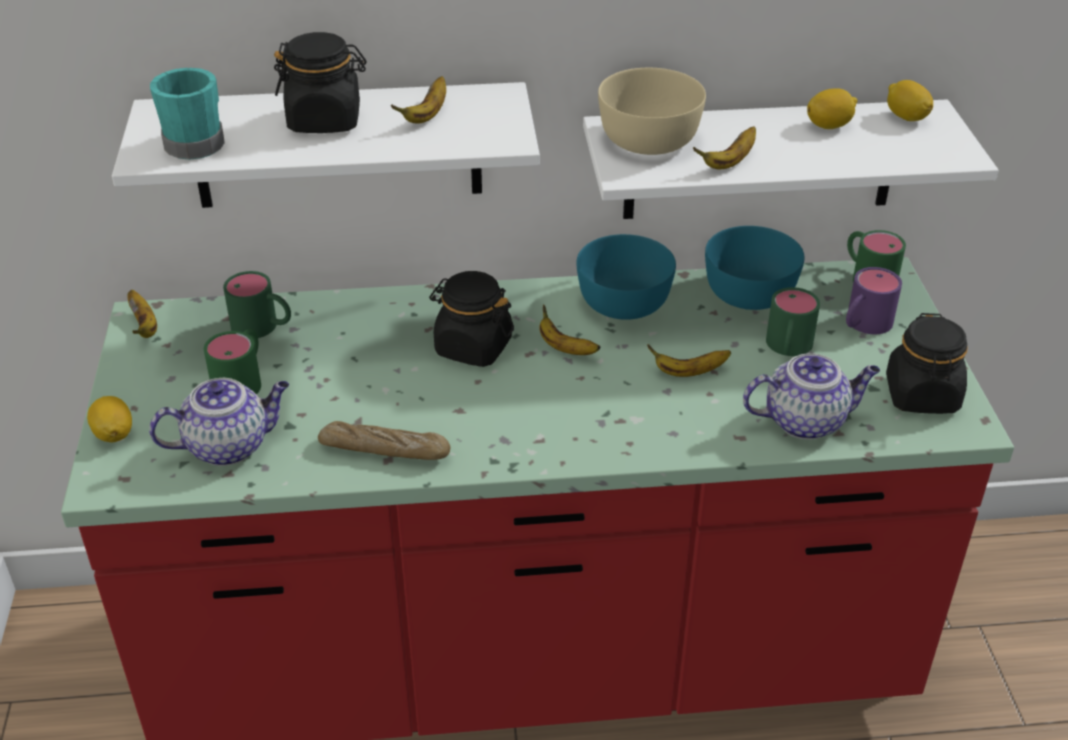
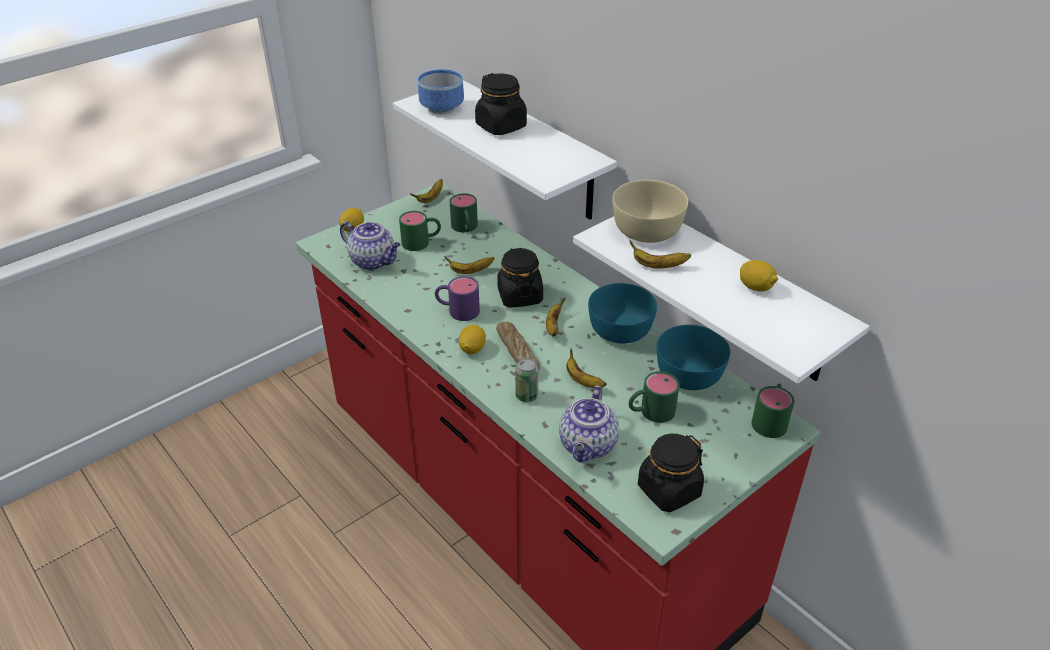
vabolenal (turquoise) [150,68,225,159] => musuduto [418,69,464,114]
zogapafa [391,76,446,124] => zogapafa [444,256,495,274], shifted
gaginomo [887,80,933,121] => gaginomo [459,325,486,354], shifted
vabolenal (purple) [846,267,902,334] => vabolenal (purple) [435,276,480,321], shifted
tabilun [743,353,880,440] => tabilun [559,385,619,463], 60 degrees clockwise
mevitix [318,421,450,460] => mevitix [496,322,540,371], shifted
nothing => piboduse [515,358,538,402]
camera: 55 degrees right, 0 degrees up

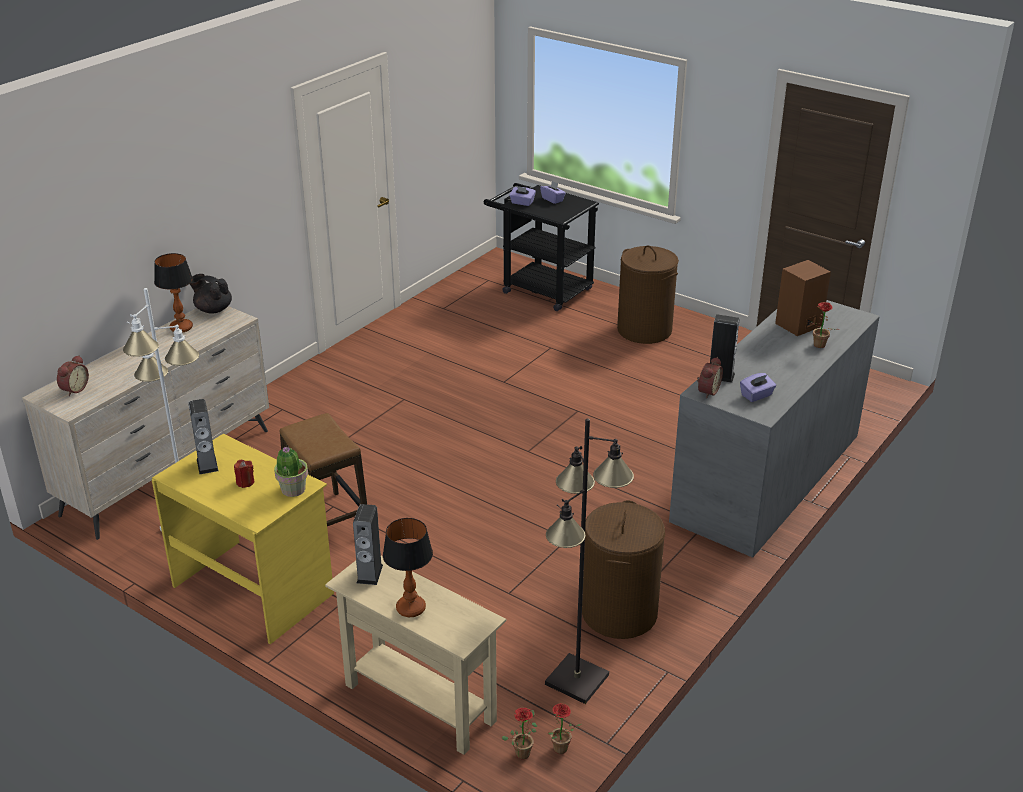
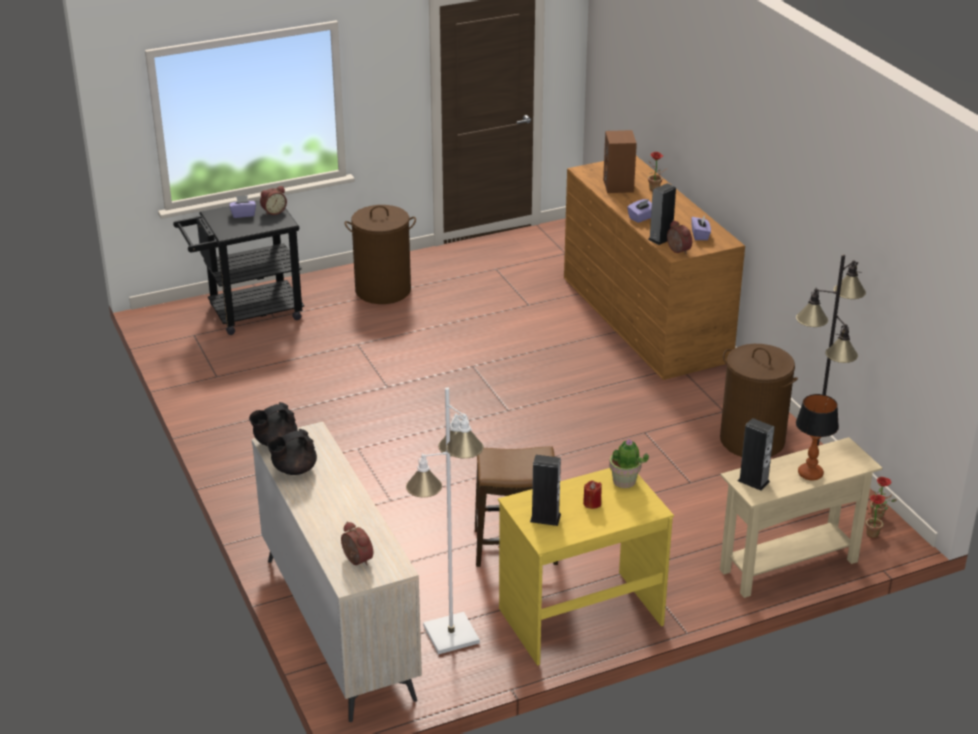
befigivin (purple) [509,186,536,206] => befigivin (purple) [627,199,652,223], shifted
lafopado [154,253,193,333] => tabilun (black) [267,429,317,475]
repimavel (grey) [669,300,880,558] => repimavel (brown) [564,156,745,380]
nothing => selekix [260,186,287,216]
camera: 60 degrees left, 0 degrees up

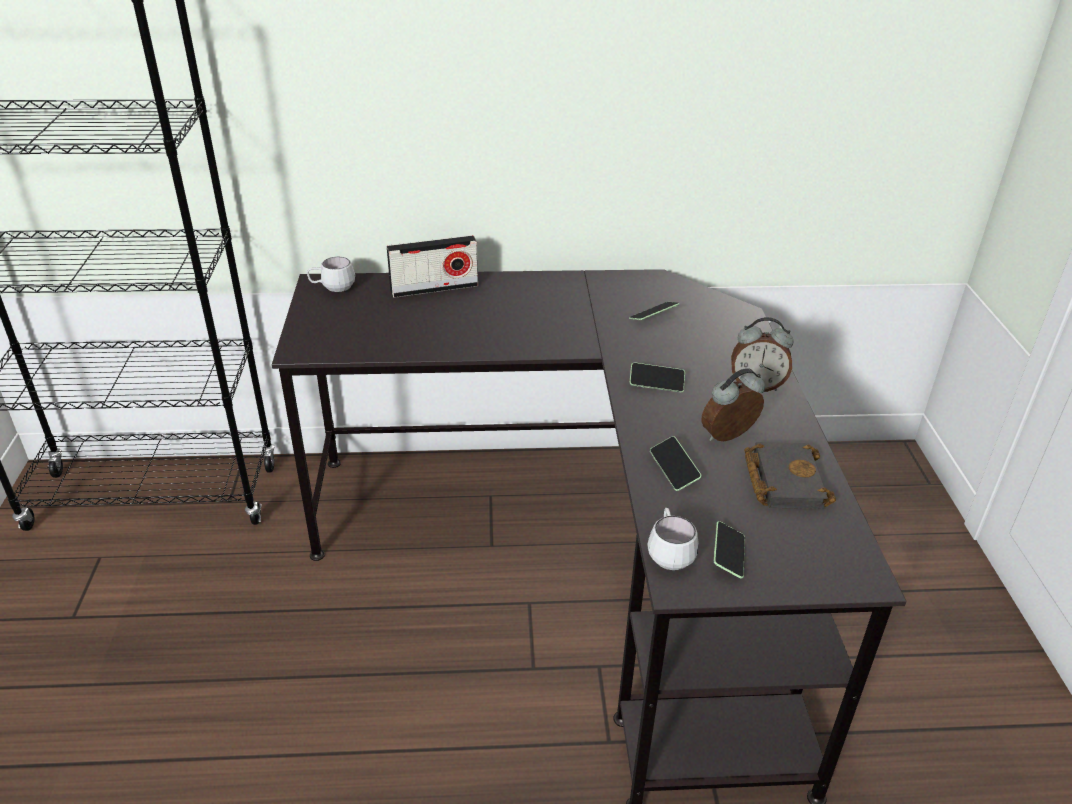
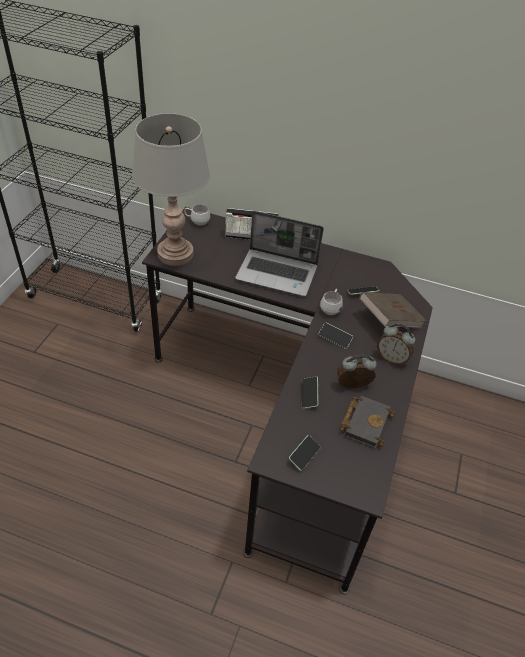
vabolenal (white) [647,508,699,570] => vabolenal (white) [320,289,343,315], shifted
nothing => lafopado (grey) [132,113,210,266]
nothing => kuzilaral [235,211,324,297]
nothing => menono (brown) [359,292,426,328]
camera: 20 degrees right, 10 degrees up

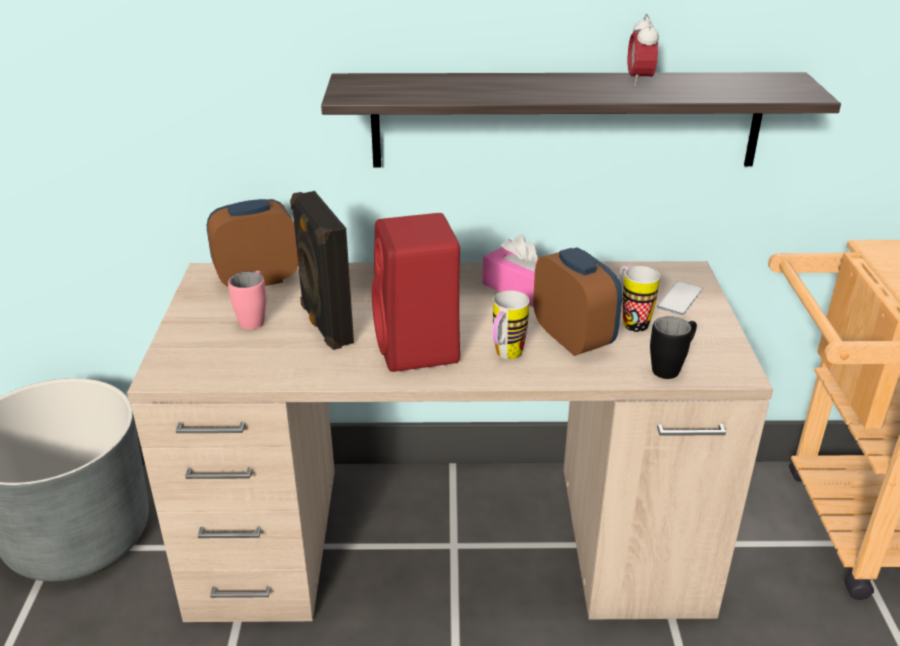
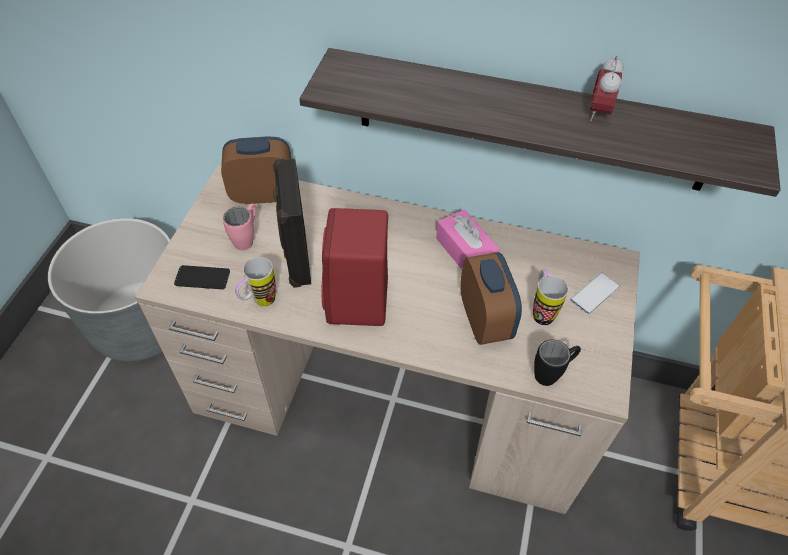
vabolenal [493,291,529,359] => vabolenal [235,257,276,307], shifted
nothing => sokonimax [174,265,230,289]
camera: 15 degrees right, 20 degrees up

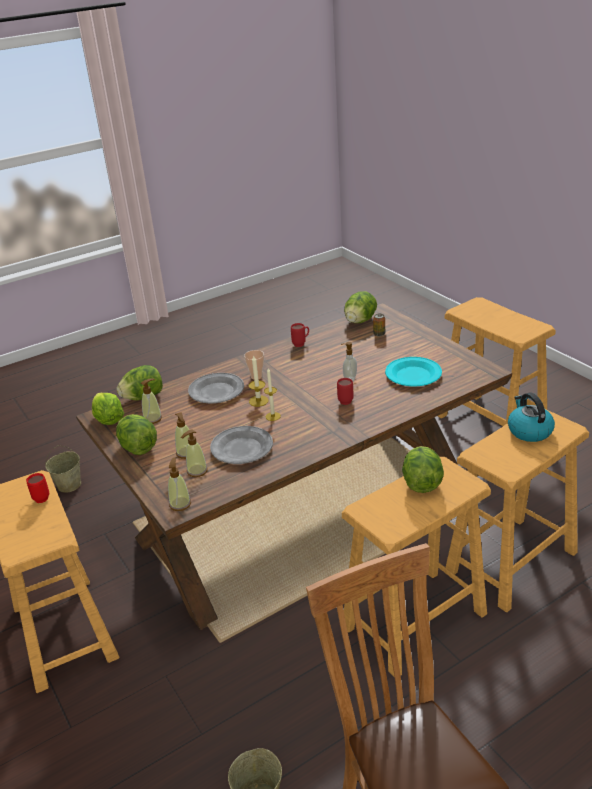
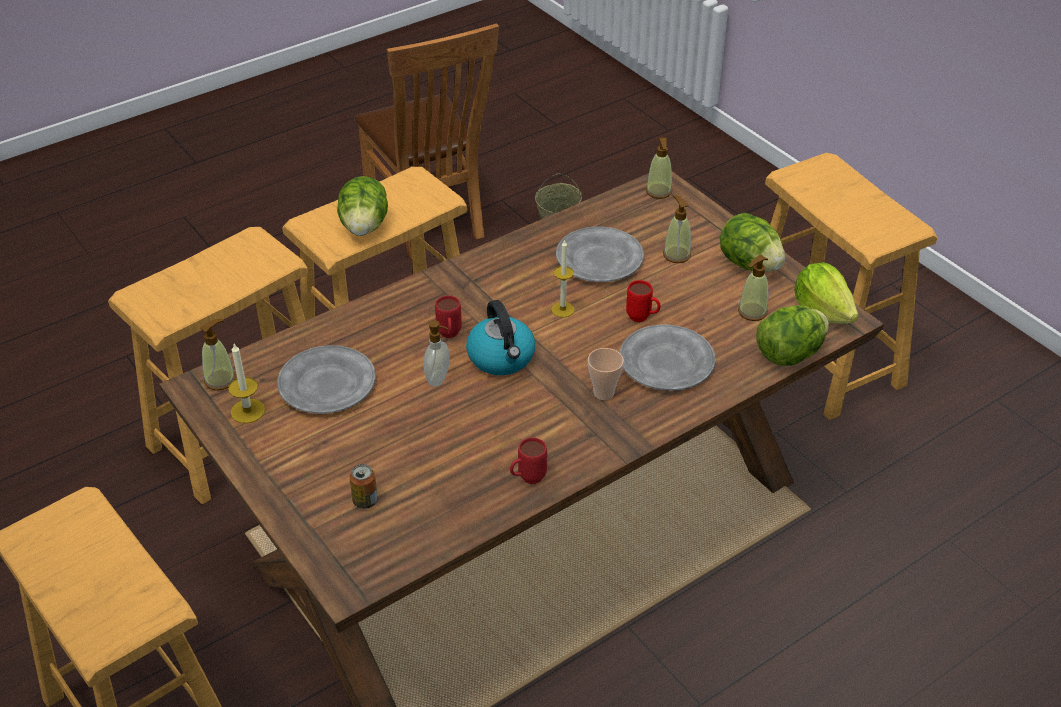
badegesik [344,291,377,323] => nothing
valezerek [249,356,269,407] => valezerek [228,344,265,423], shifted
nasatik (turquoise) [385,357,442,386] => nasatik (grey) [277,345,376,414]
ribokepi [508,392,555,442] => ribokepi [466,300,535,375], shifted
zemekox [181,429,208,477] => zemekox [200,319,236,390], shifted
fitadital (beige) [45,445,81,493] => nothing
vabolenal (red) [26,473,49,503] => vabolenal (red) [626,280,661,322], shifted
camera: 175 degrees right, 10 degrees up

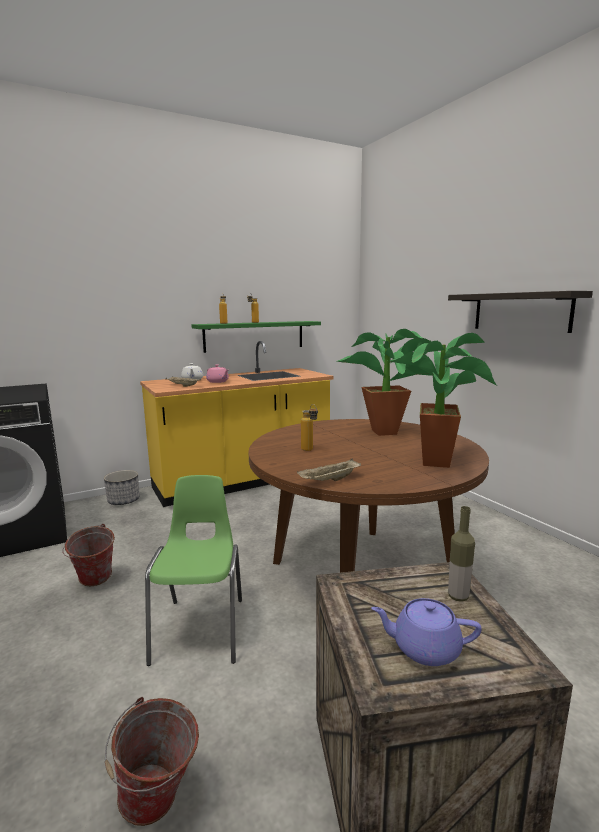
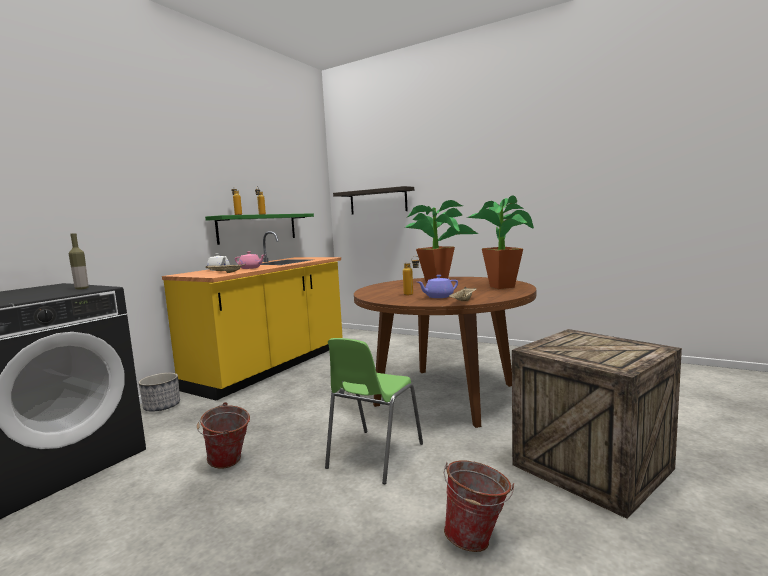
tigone [448,291,593,333] => tigone [333,186,414,215], shifted
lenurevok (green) [145,475,242,666] => lenurevok (green) [325,338,423,484], 120 degrees counterclockwise
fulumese [448,506,475,602] => fulumese [69,233,89,290], shifted
tabilun (purple) [371,598,482,666] => tabilun (purple) [418,275,458,298], shifted
camera: 30 degrees left, 5 degrees down

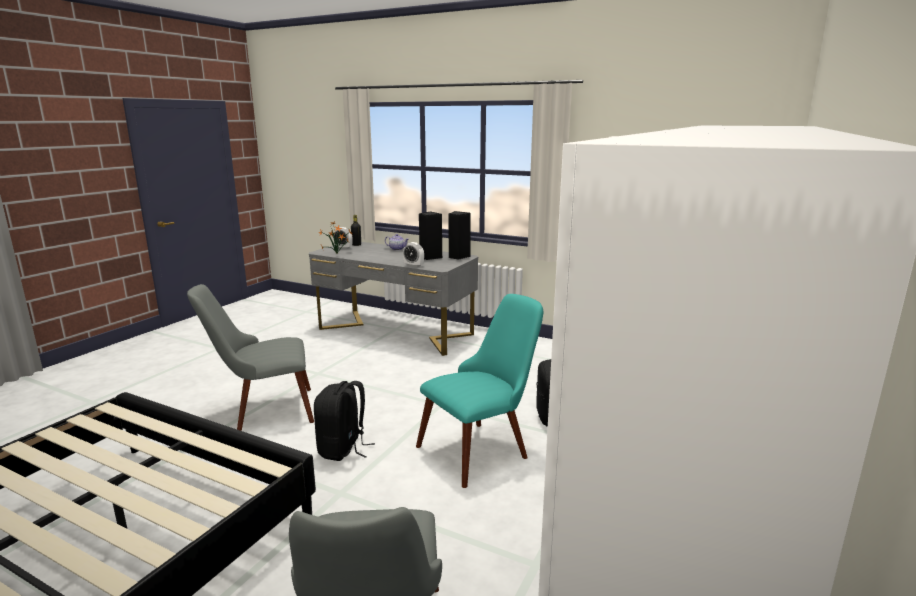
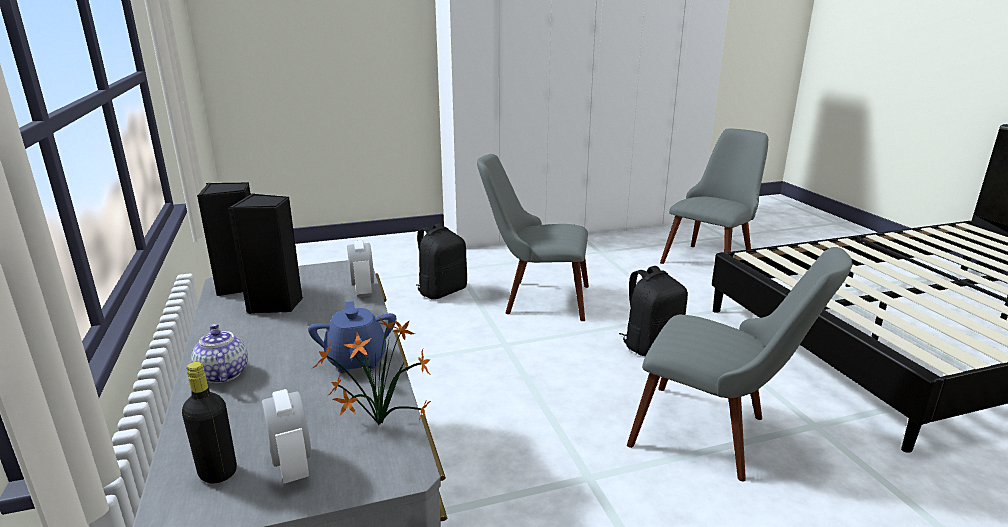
lenurevok (turquoise) [416,294,543,488] => lenurevok (grey) [477,154,589,321]
nothing => tabilun (blue) [308,301,396,373]
camera: 135 degrees left, 5 degrees up

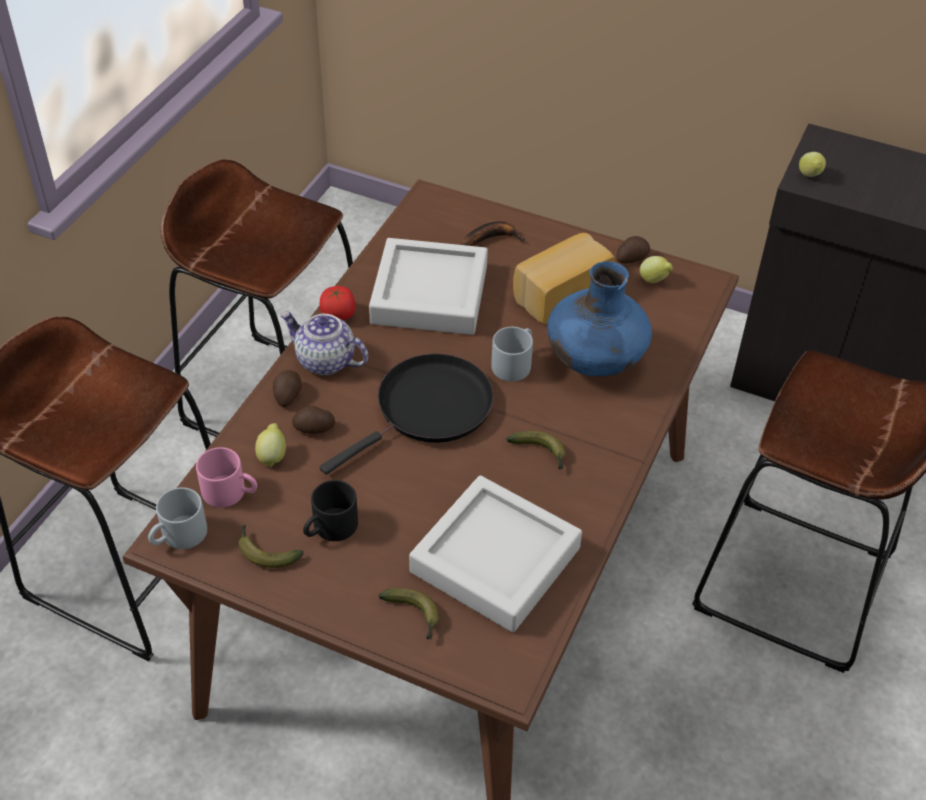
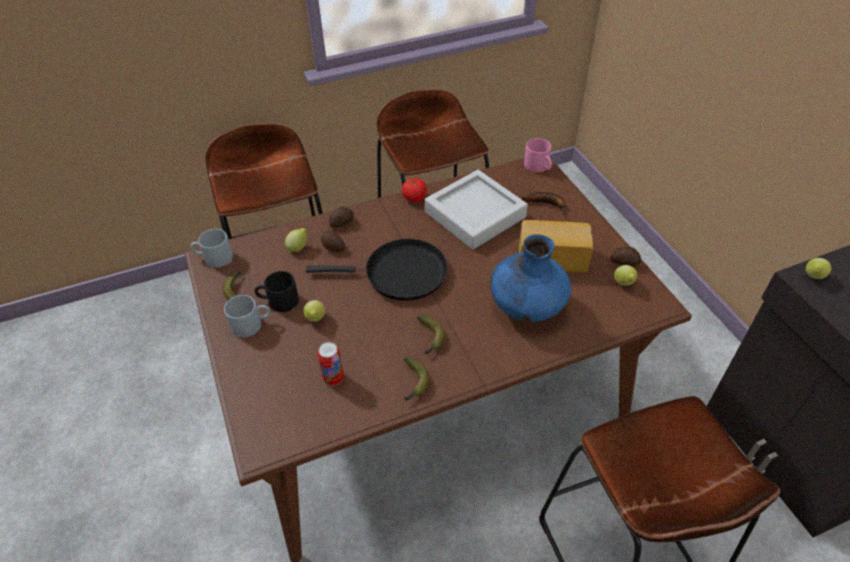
tabilun [280,311,368,375] => nothing
vabolenal (grey) [491,327,533,382] => vabolenal (grey) [224,295,271,337], shifted
vabolenal (pink) [196,447,257,508] => vabolenal (pink) [524,138,552,172], shifted
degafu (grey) [409,475,582,632] => piboduse [318,342,344,386]
zogapafa [378,588,440,640] => zogapafa [404,357,429,402], shifted
nothing => gaginomo [303,300,325,322]
camera: 45 degrees right, 0 degrees up

